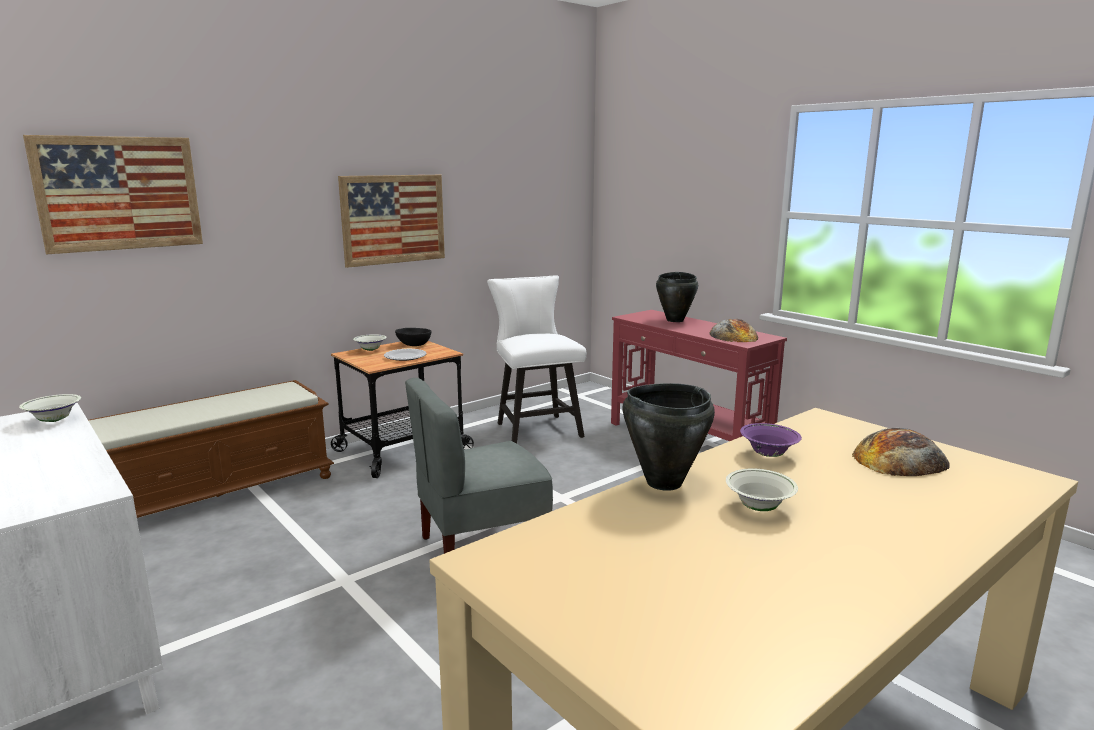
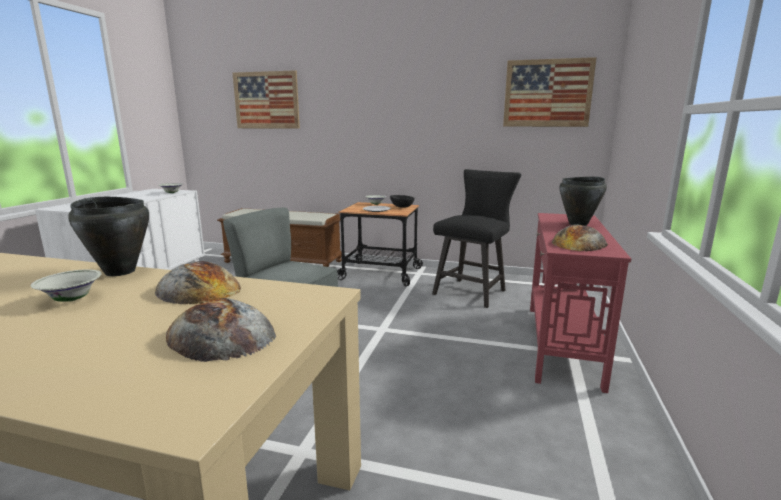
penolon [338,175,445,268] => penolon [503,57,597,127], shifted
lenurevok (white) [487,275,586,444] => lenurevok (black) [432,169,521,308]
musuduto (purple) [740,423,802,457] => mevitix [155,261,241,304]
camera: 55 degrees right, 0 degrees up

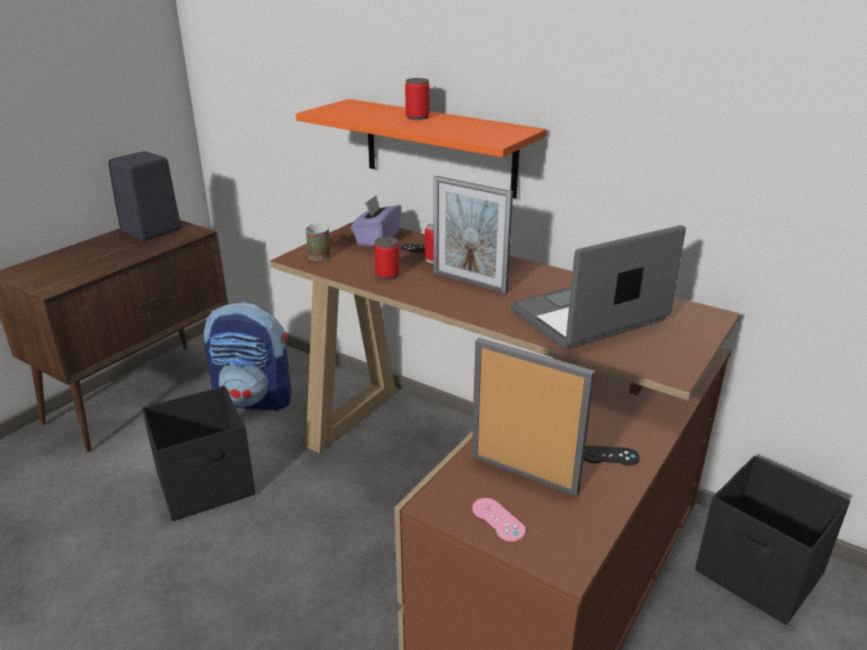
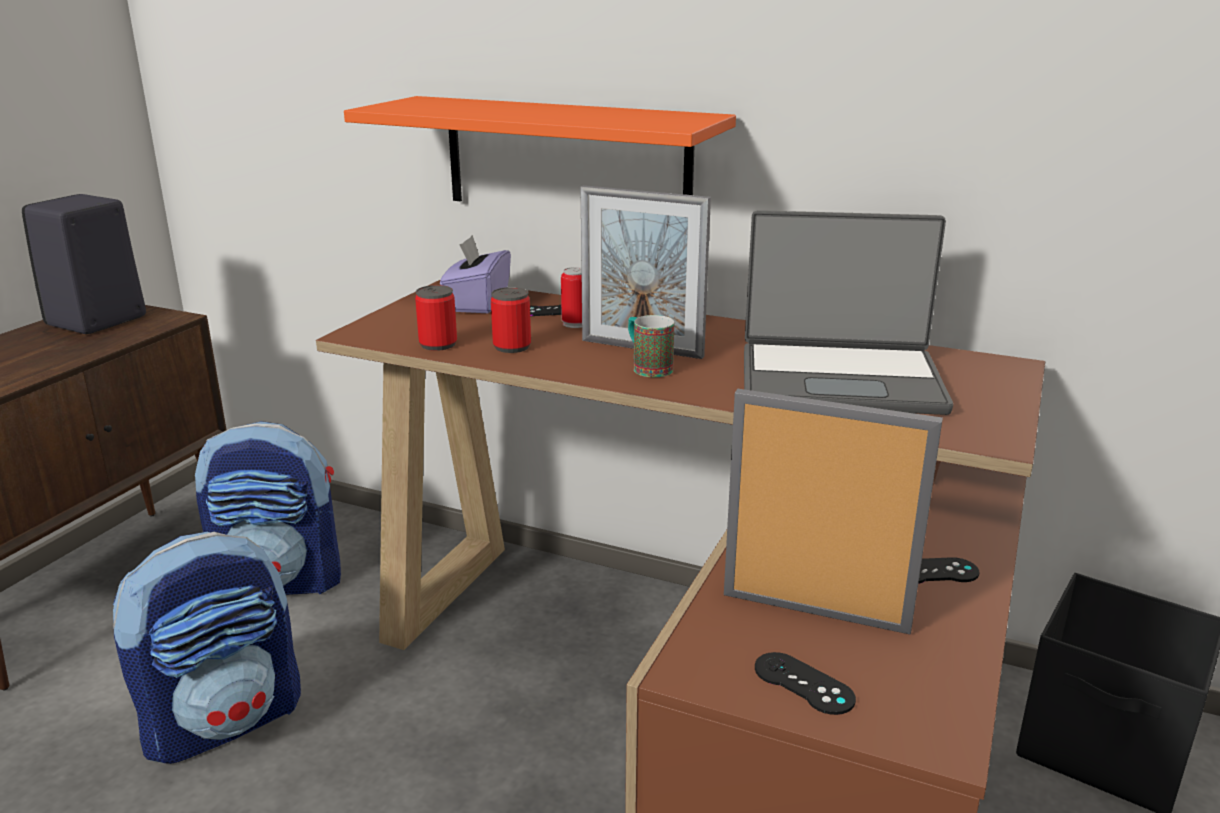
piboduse [405,78,430,120] => piboduse [415,285,457,351], shifted
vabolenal [306,224,331,261] => vabolenal [628,315,674,377], shifted
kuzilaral [510,225,686,350] => kuzilaral [744,210,953,415], 135 degrees counterclockwise
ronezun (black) [142,386,255,521] => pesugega [113,532,301,764]
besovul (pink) [472,498,526,542] => besovul (black) [755,652,856,715]
camera: 10 degrees left, 5 degrees down

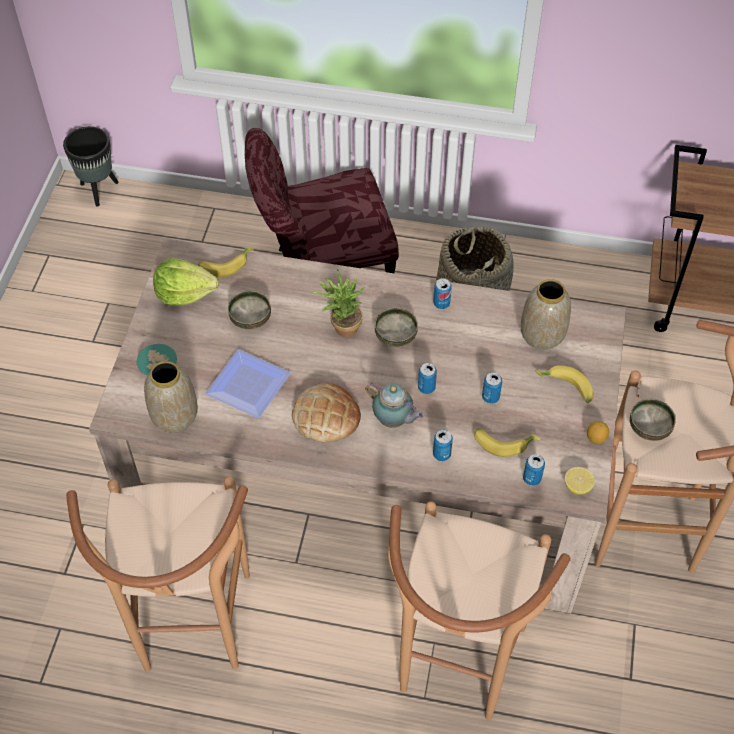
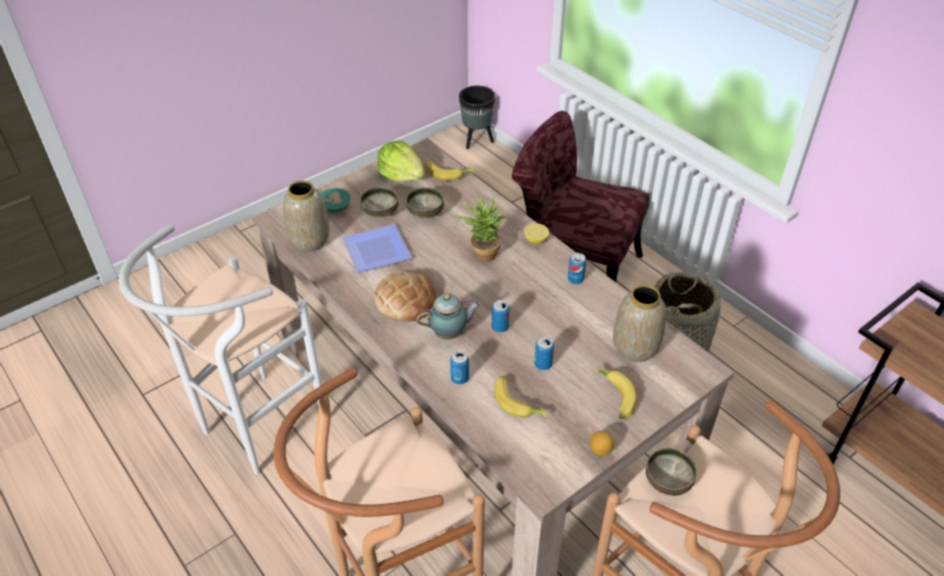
musuduto [375,307,418,347] => musuduto [360,187,399,218], shifted
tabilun [365,383,424,428] => tabilun [416,294,481,340], 90 degrees counterclockwise
piboduse [523,454,545,486] => nothing
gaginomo [565,467,595,495] => gaginomo [524,223,549,244], shifted
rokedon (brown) [66,476,250,672] => rokedon (white) [119,224,322,475]
camera: 40 degrees right, 10 degrees down

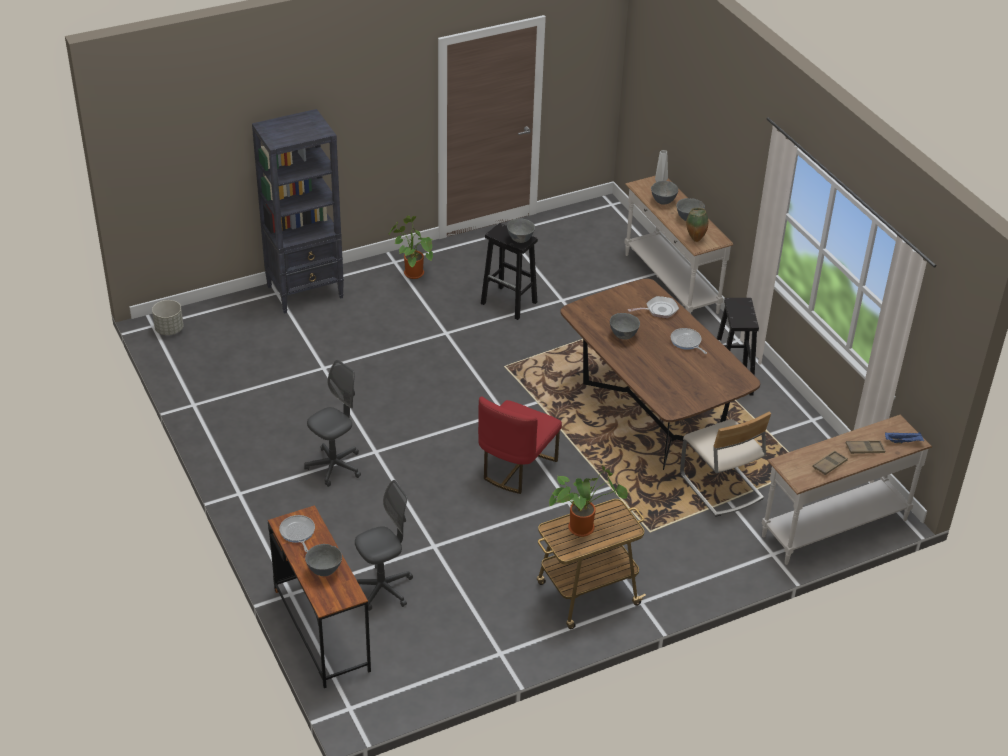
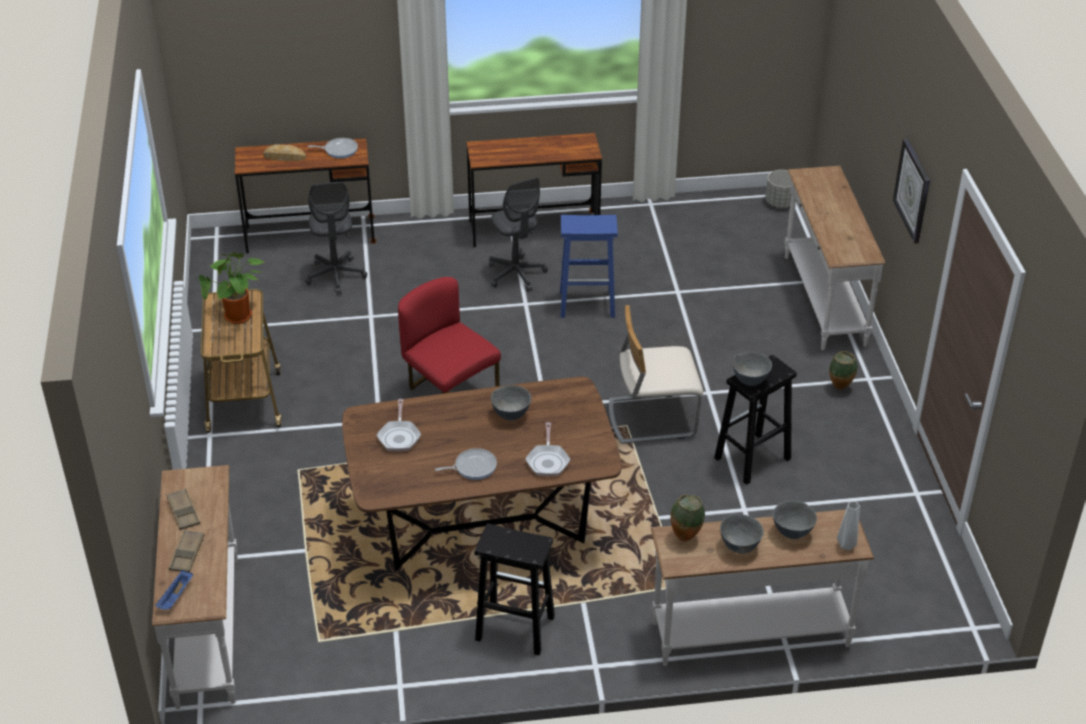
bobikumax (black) [252,109,344,314] => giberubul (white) [784,166,885,350]
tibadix [389,215,433,279] => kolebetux [829,351,857,390]
lenurevok (beige) [680,412,771,517] => lenurevok (beige) [609,305,704,444], shifted
musuduto (grey) [305,544,342,576] => mevitix [263,144,306,161]
nothing => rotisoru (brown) [466,133,602,247]
nothing => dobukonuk [893,138,930,244]
nothing => rokedon (blue) [560,215,618,318]
nothing => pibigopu [377,399,421,452]
camera: 110 degrees right, 0 degrees up

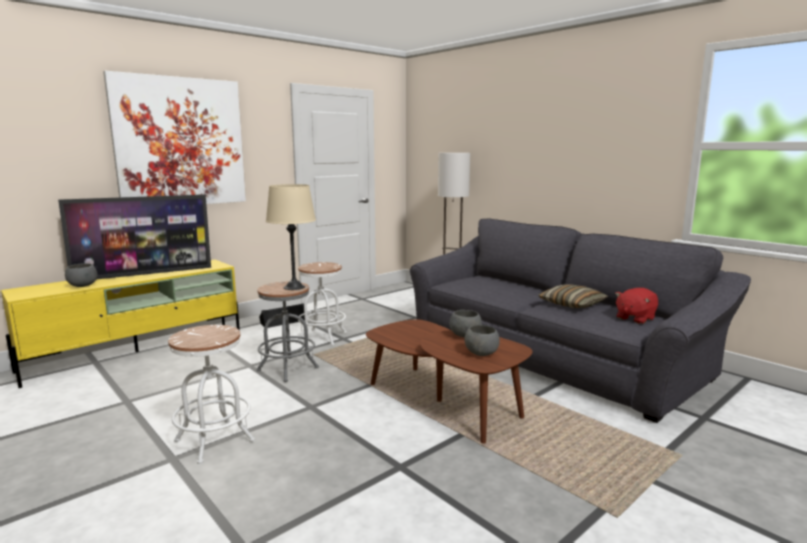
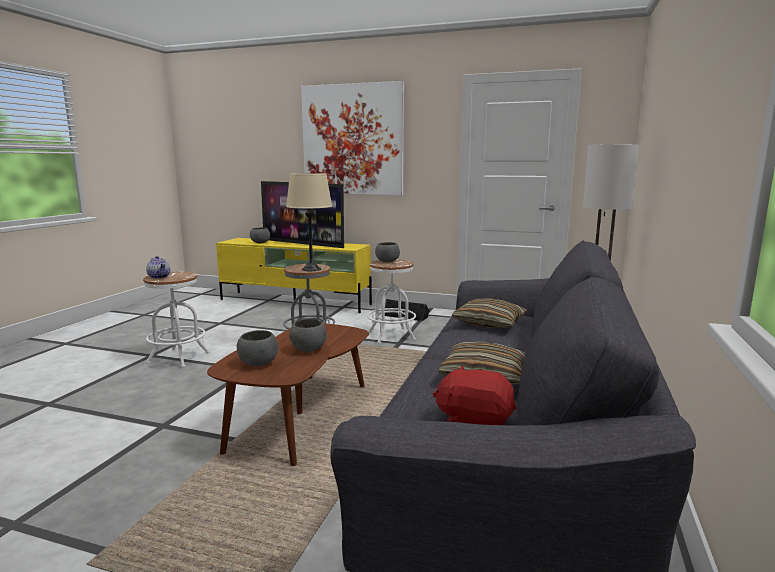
nothing => musuduto (grey) [375,242,400,262]
nothing => tabilun [146,256,170,279]
nothing => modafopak [452,298,528,328]
camera: 60 degrees right, 0 degrees up

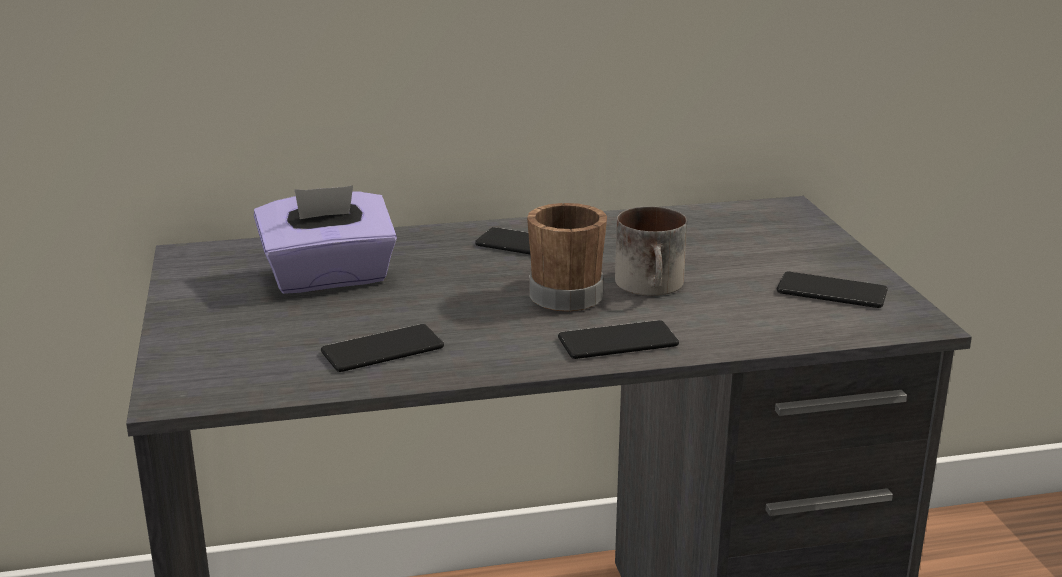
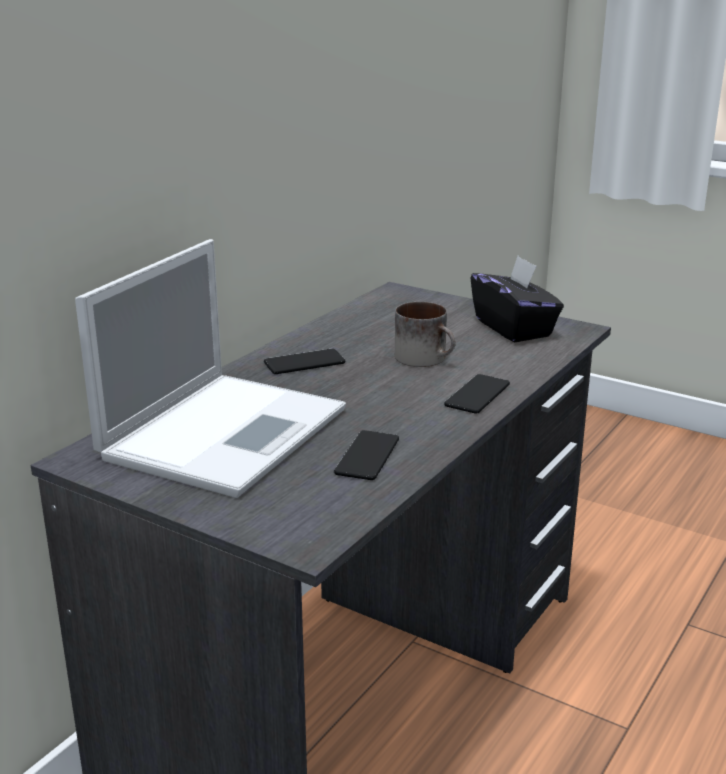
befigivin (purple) [254,186,397,294] => kuzilaral [75,239,346,498]
vabolenal (brown) [527,203,607,311] => nothing
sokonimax [777,272,888,308] => befigivin (black) [470,255,564,342]
camera: 45 degrees left, 0 degrees up

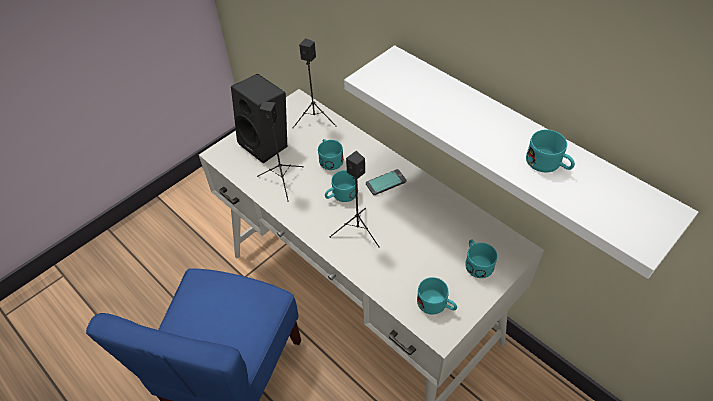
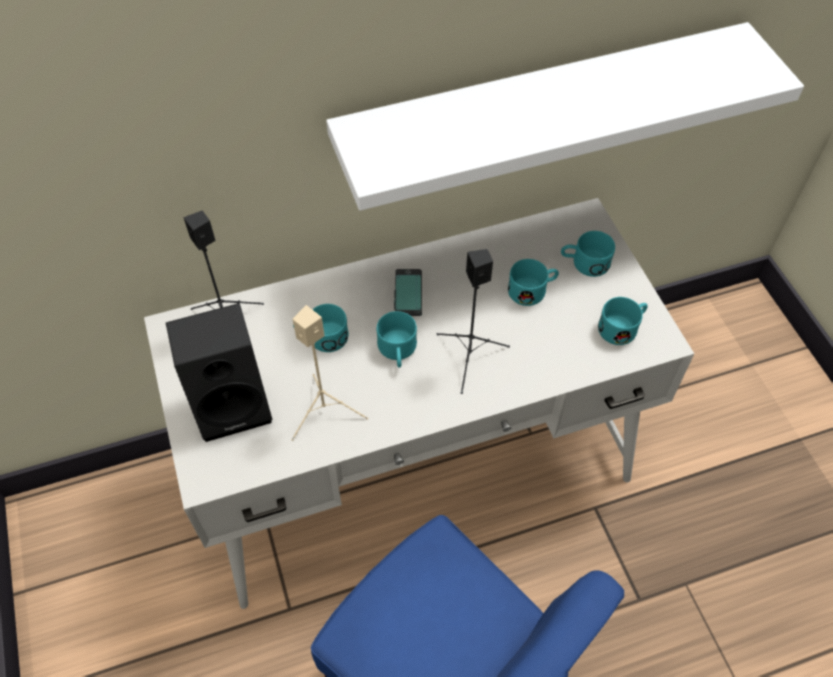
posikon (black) [257,102,304,202] => posikon (beige) [291,305,368,441]
vabolenal (turquoise) [526,130,575,172] => vabolenal (turquoise) [508,259,559,306], shifted
camera: 65 degrees left, 5 degrees up

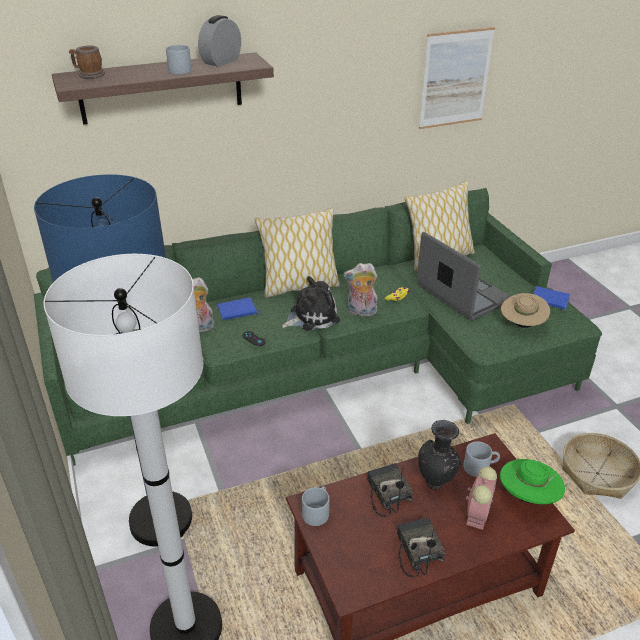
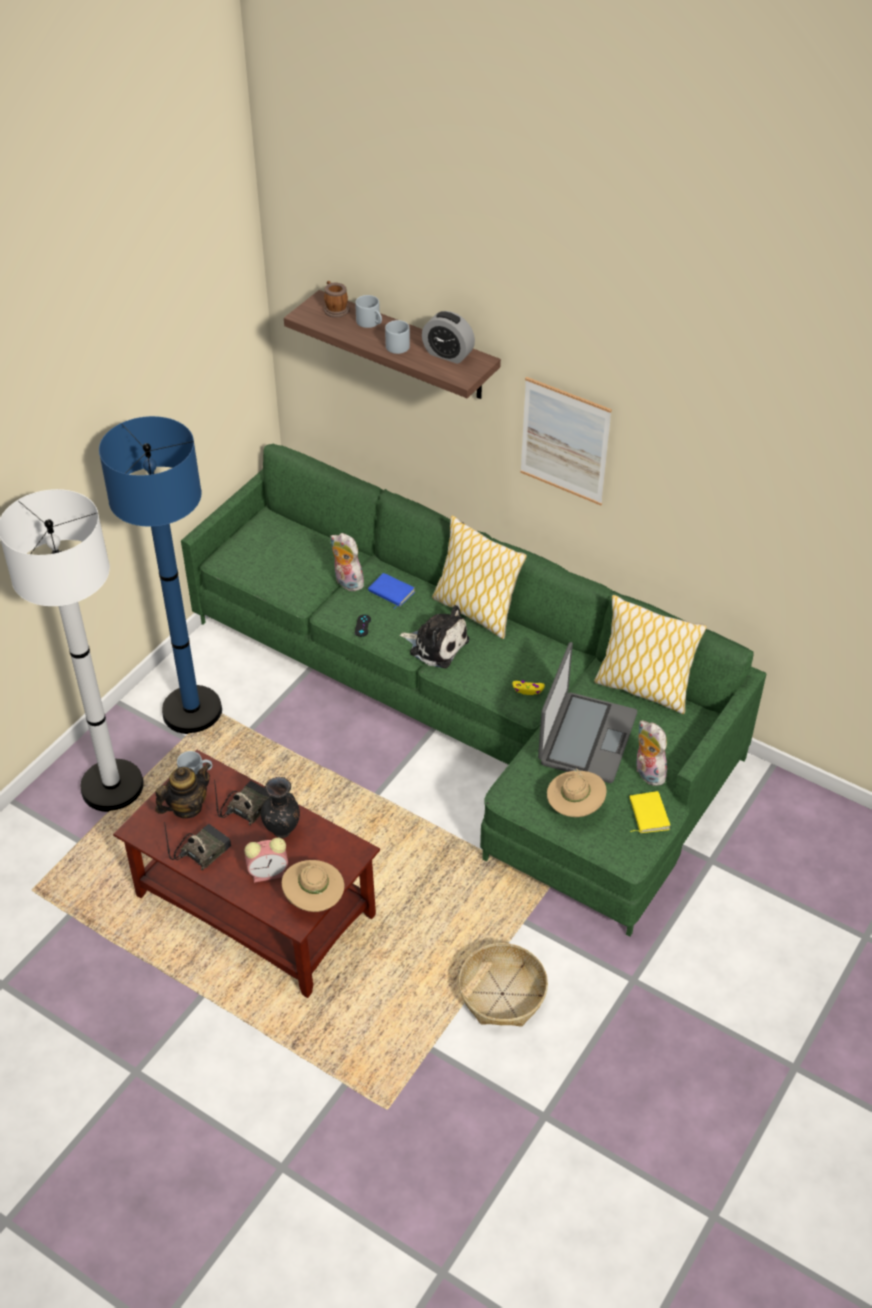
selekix [198,15,241,67] => selekix [422,311,475,364], 150 degrees counterclockwise
penolon [419,27,495,129] => penolon [520,377,612,505], shifted
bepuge [344,263,378,317] => bepuge [635,720,667,786], shifted
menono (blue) [533,286,570,310] => menono (yellow) [630,791,670,833]
vabolenal (grey) [463,441,500,477] => vabolenal (grey) [355,295,382,328], shifted
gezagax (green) [500,459,565,504] => gezagax (beige) [282,860,344,912]
nothing => tabilun [155,763,211,818]
camera: 55 degrees right, 10 degrees up

